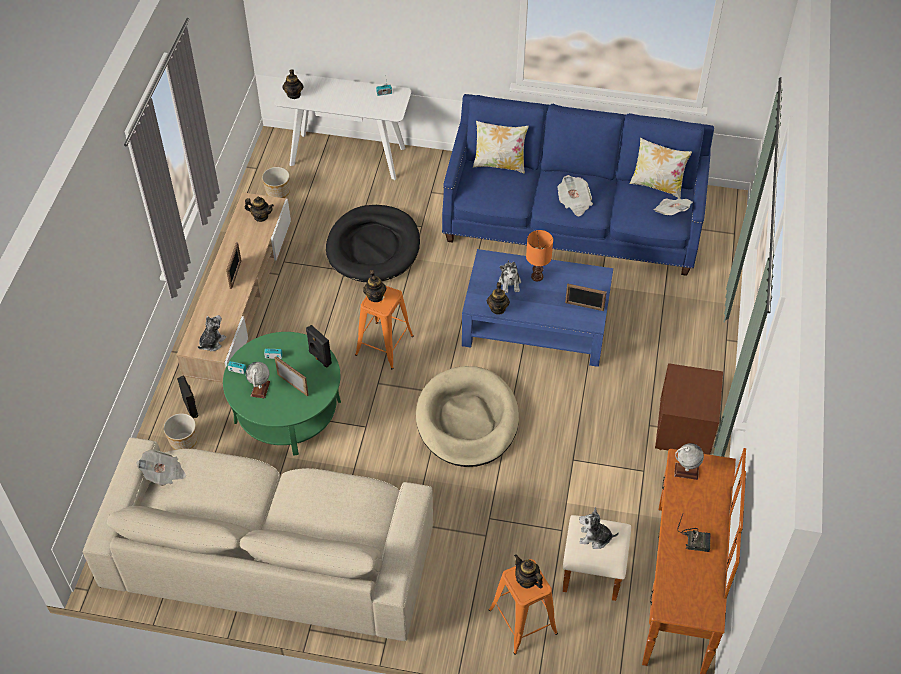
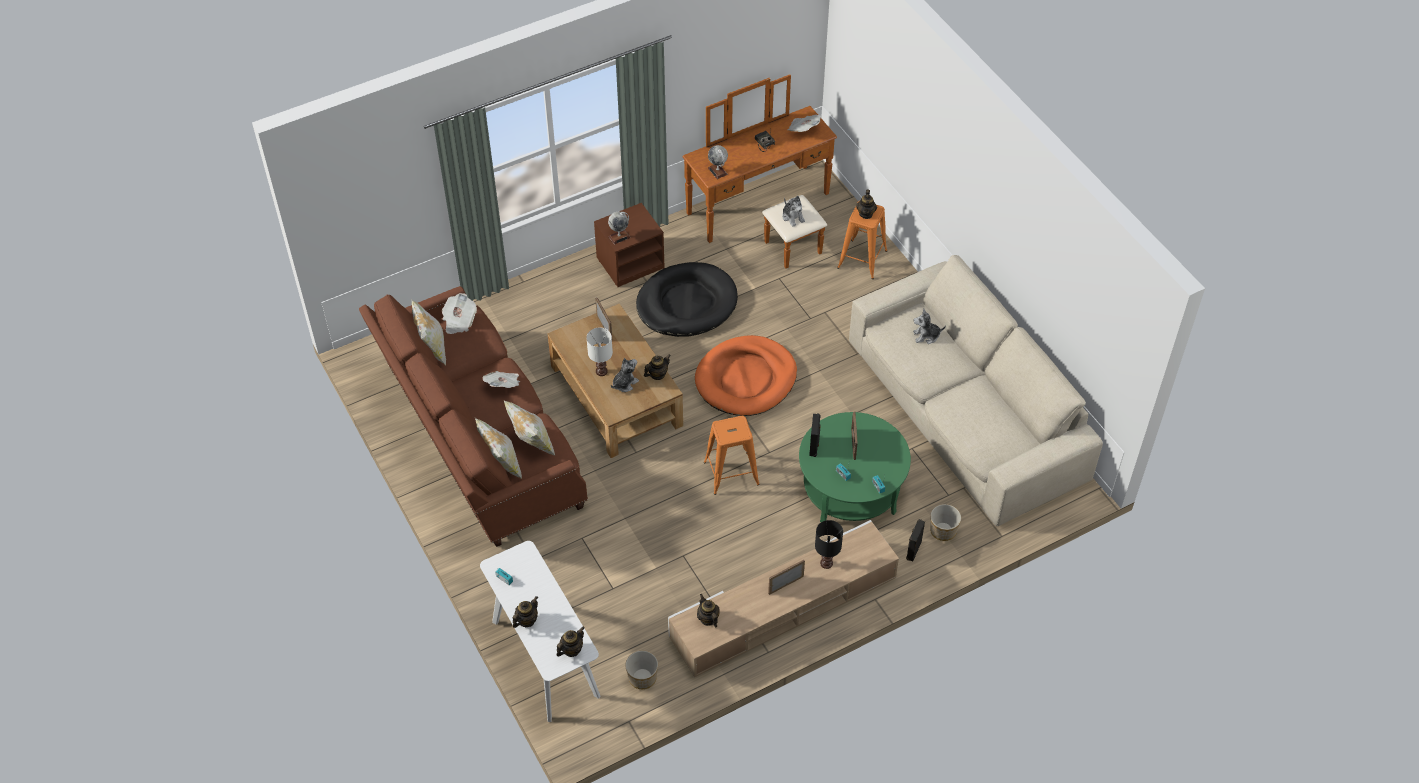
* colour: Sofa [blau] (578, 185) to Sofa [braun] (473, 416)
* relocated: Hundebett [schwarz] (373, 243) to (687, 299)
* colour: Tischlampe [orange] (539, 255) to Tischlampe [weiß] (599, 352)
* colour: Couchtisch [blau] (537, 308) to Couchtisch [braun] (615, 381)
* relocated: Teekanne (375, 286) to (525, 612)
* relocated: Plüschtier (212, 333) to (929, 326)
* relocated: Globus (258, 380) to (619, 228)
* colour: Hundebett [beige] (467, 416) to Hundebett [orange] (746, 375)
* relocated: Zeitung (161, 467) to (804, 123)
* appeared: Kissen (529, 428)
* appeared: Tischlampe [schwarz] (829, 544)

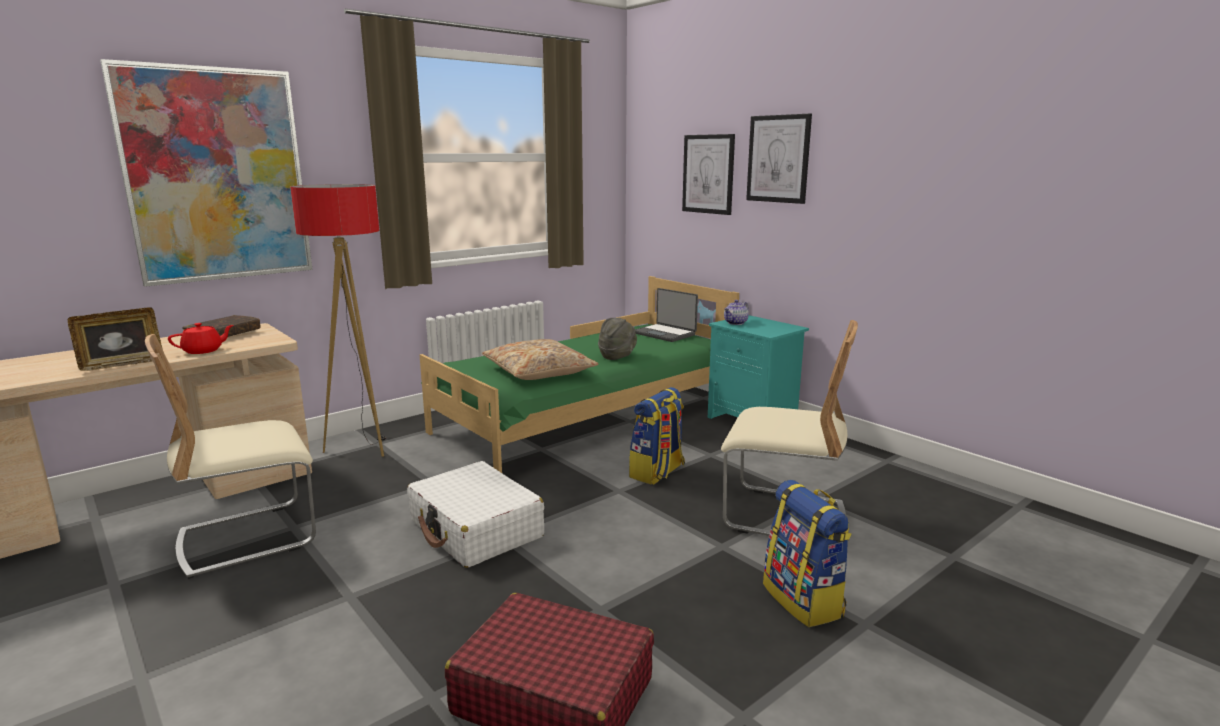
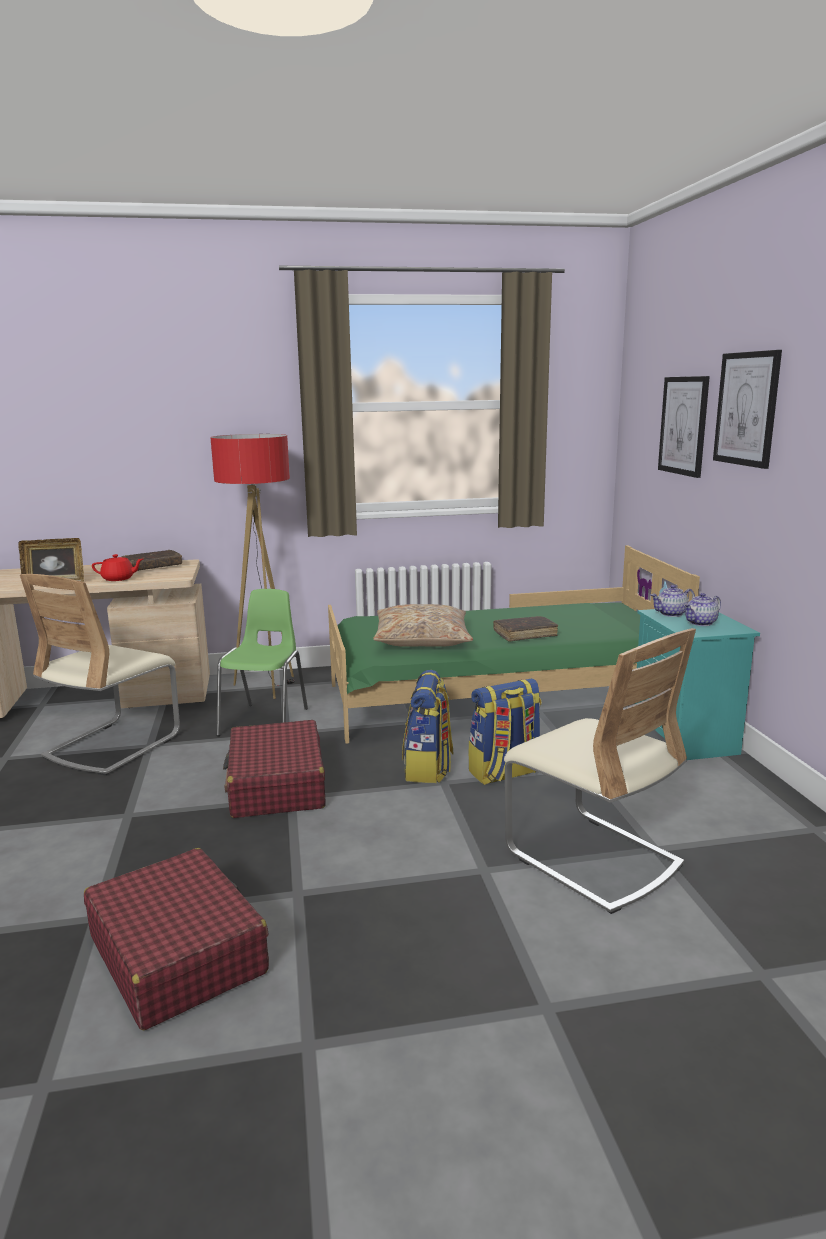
* missing: Bild (206, 173)
* missing: Laptop (666, 315)
* exchanged: Hut [grau] (617, 338) to Buch [braun] (525, 629)
* spun: Stuhl [beige] (230, 456) = (100, 675) 60 degrees counterclockwise
* colour: Koffer [weiß] (475, 514) to Koffer [rot] (274, 769)
* relocated: Rucksack (807, 553) to (427, 726)
* appeared: Stuhl [grün] (262, 662)
* appeared: Teekanne (702, 609)

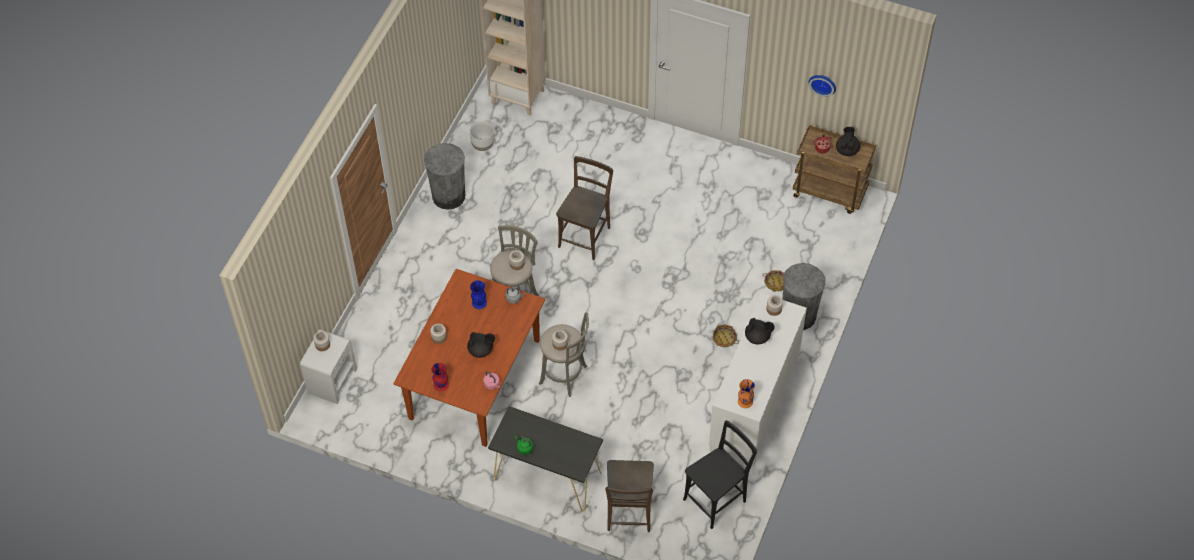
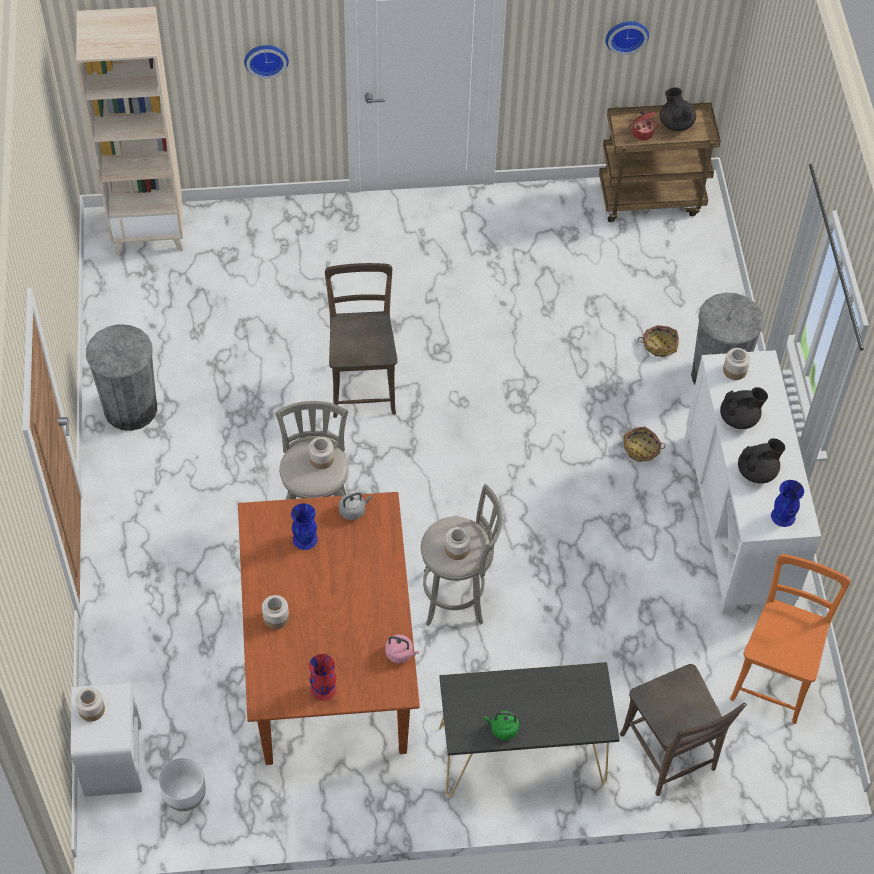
* relocated: Pflanzkübel [weiß] (482, 136) to (182, 785)
* relocated: Teekanne [schwarz] (481, 345) to (761, 461)
* colour: Vase [orange] (746, 393) to Vase [blau] (787, 503)
* colour: Stuhl [schwarz] (720, 474) to Stuhl [orange] (790, 639)
* appeared: Wanduhr (266, 62)

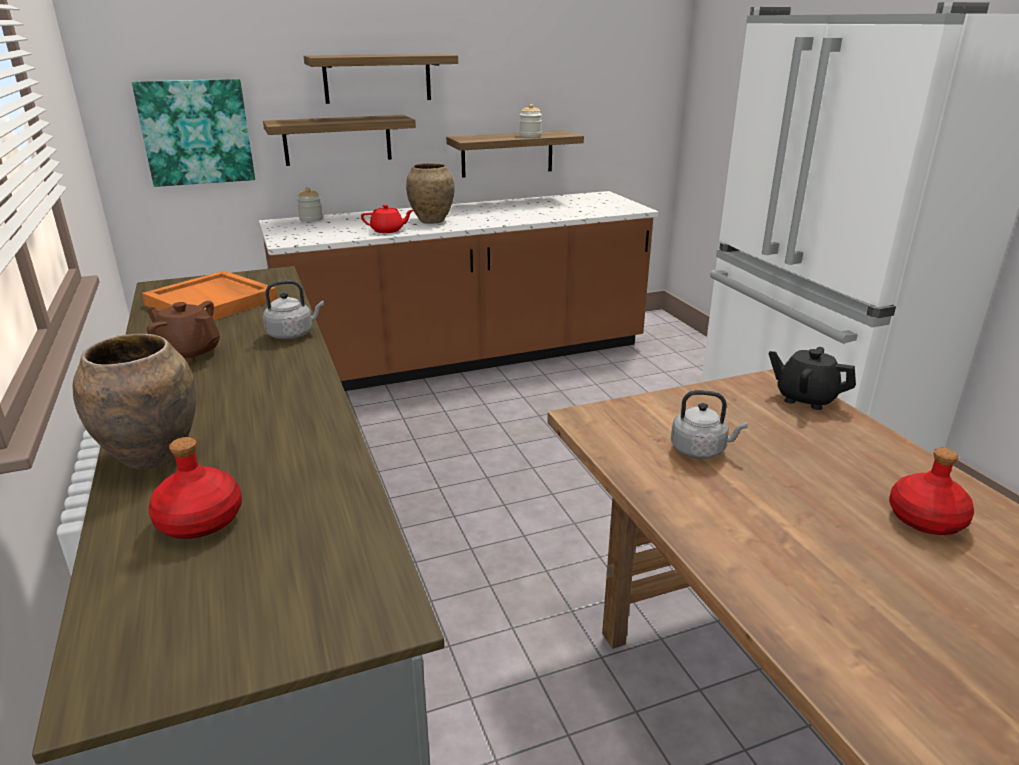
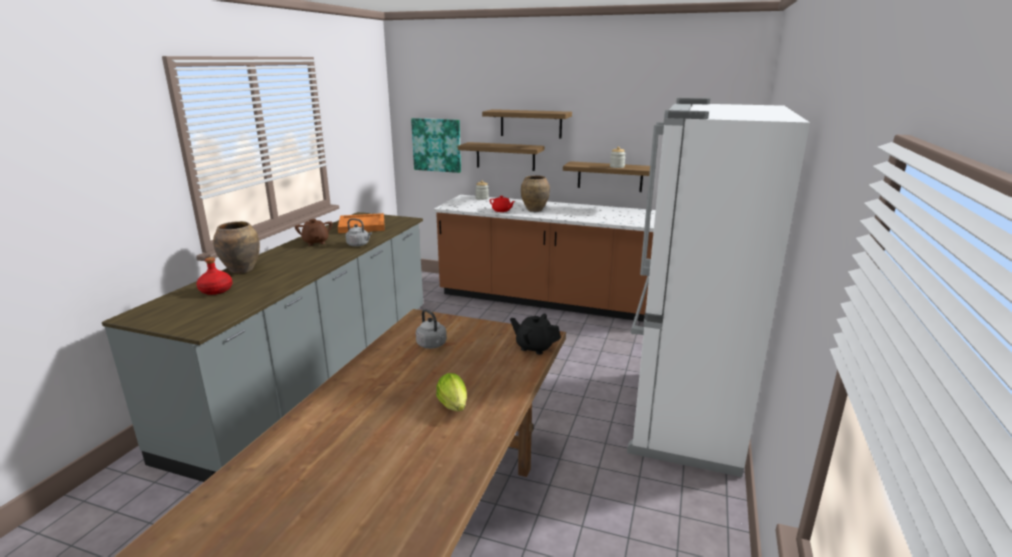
* spun: Teekanne [schwarz] (812, 378) = (535, 334) 45 degrees counterclockwise
* exchanged: Flasche [rot] (931, 491) to Salatkopf (451, 392)

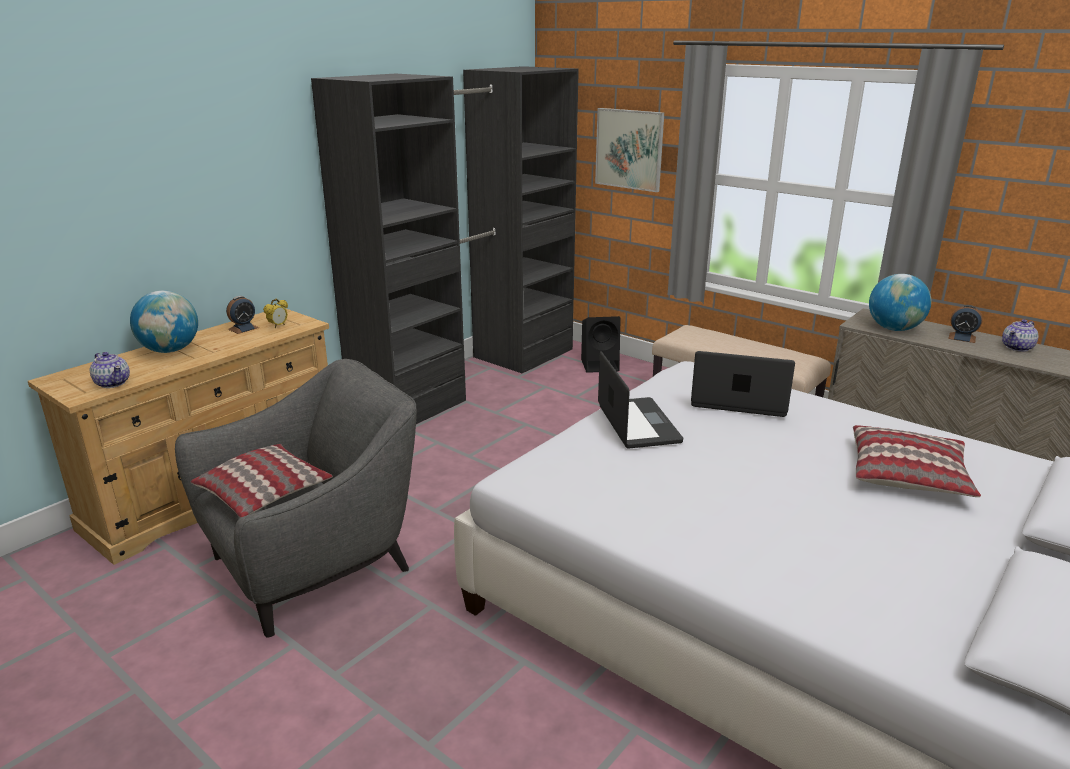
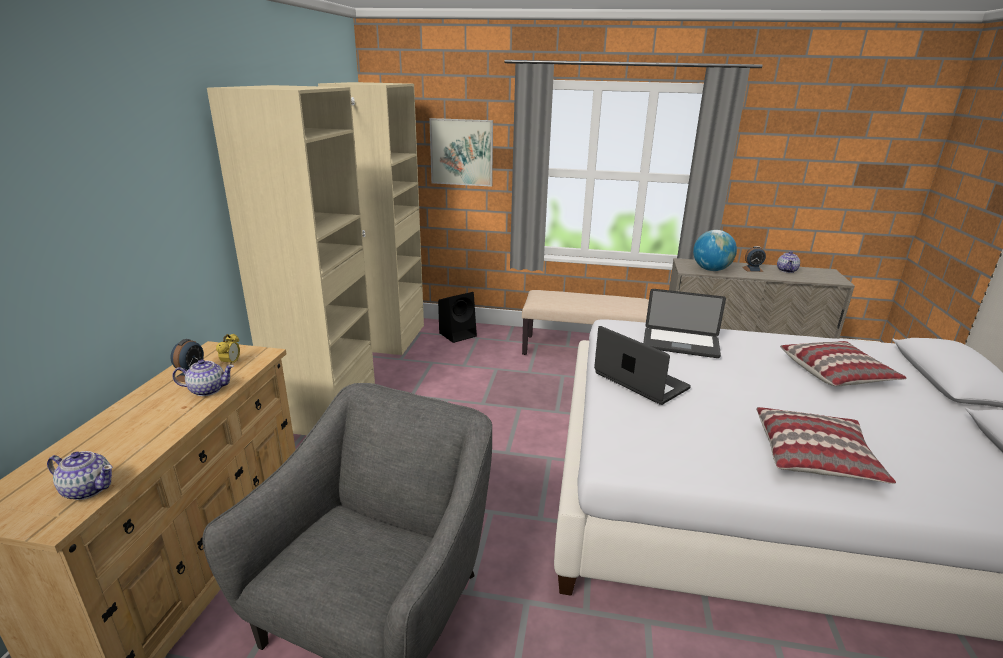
* colour: Kleiderschrank [schwarz] (445, 245) to Kleiderschrank [beige] (315, 258)
* missing: Globus (164, 322)
* spun: Laptop (743, 384) = (684, 323) 150 degrees counterclockwise
* relocated: Kissen (262, 481) to (826, 445)
* appeared: Teekanne (203, 377)

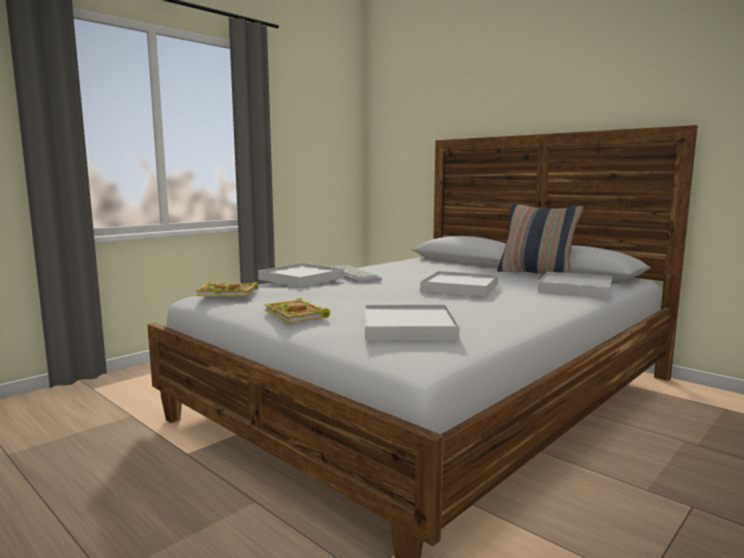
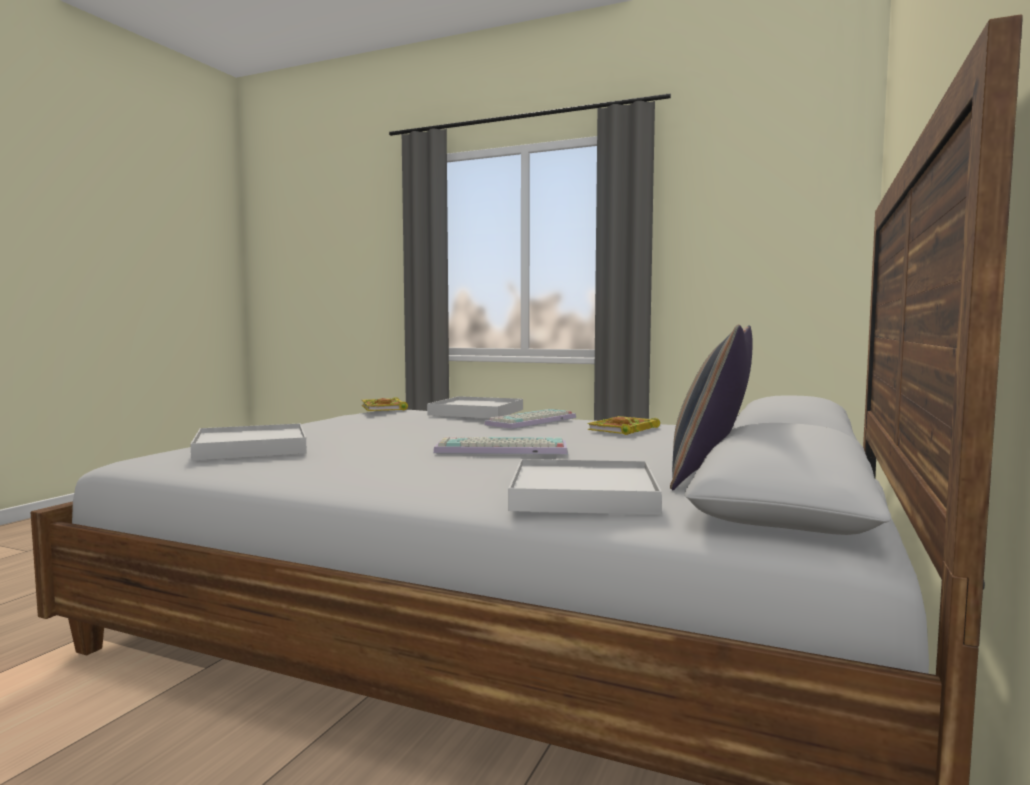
* exchanged: Tablett [weiß] (459, 284) to Tastatur (500, 445)
* relocated: Buch (297, 310) to (624, 425)

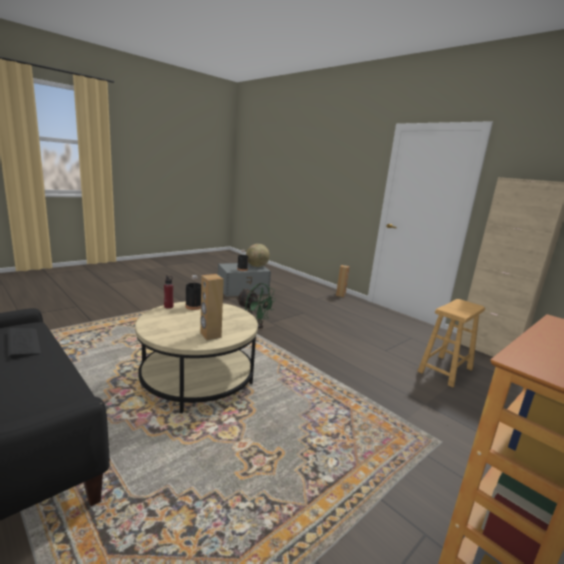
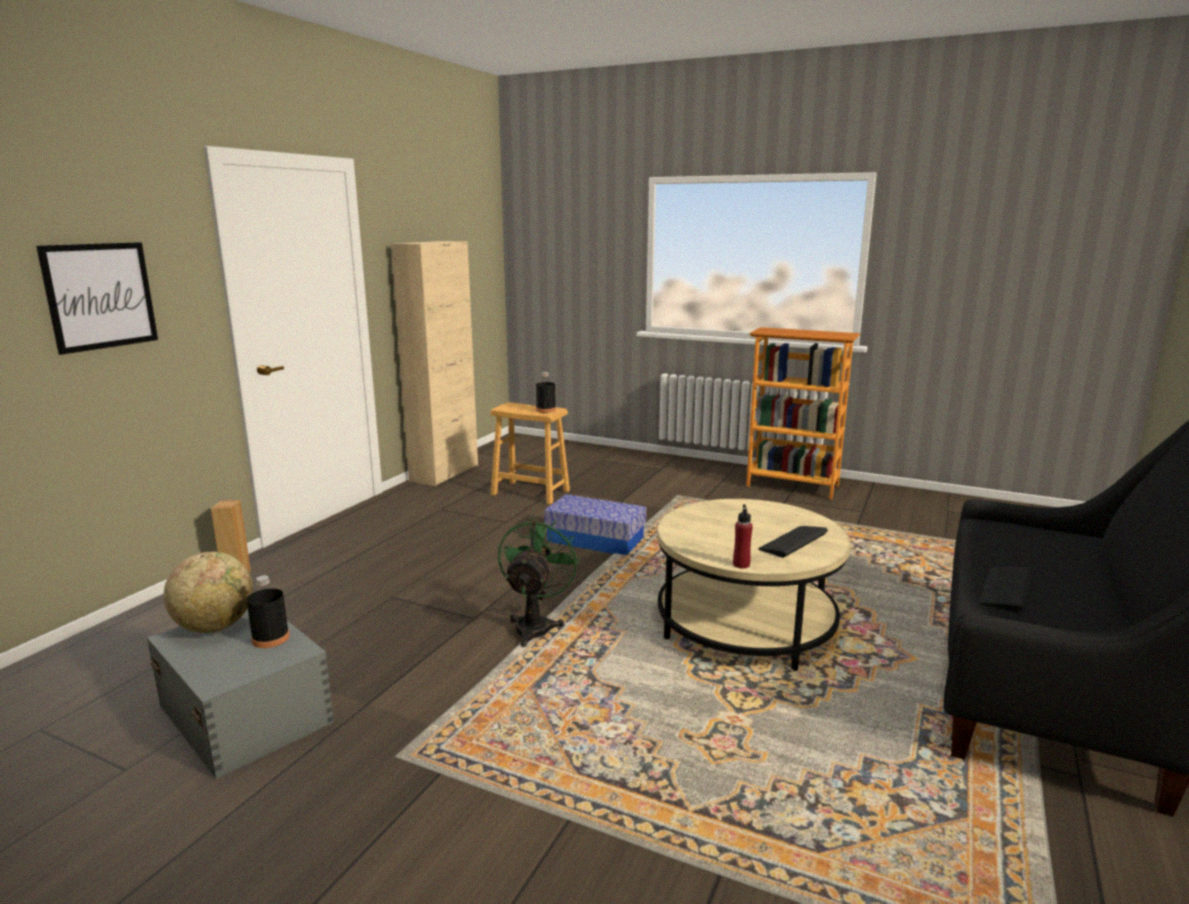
* missing: Lautsprecher [braun] (212, 307)
* relocated: Flasche [schwarz] (193, 292) to (546, 392)
* appeared: Bild (97, 298)
* appeared: Aufbewahrungsbox (595, 524)
* appeared: Tastatur (793, 542)

